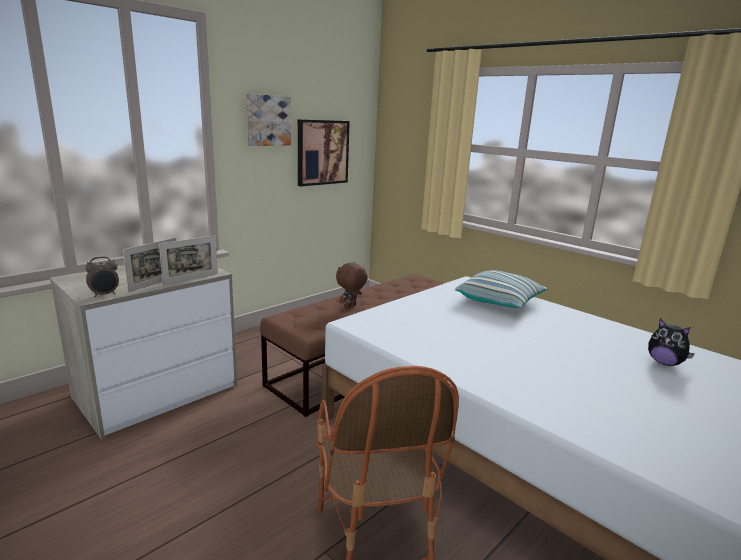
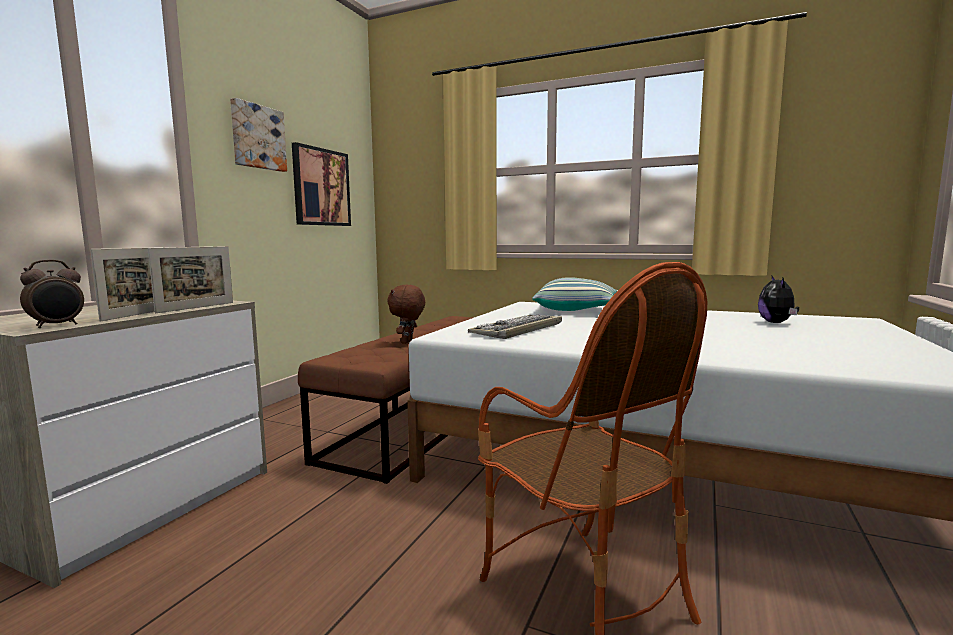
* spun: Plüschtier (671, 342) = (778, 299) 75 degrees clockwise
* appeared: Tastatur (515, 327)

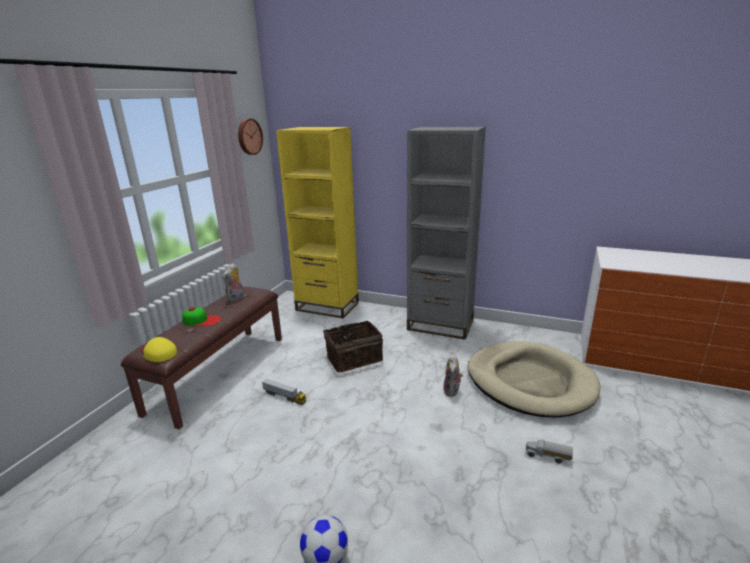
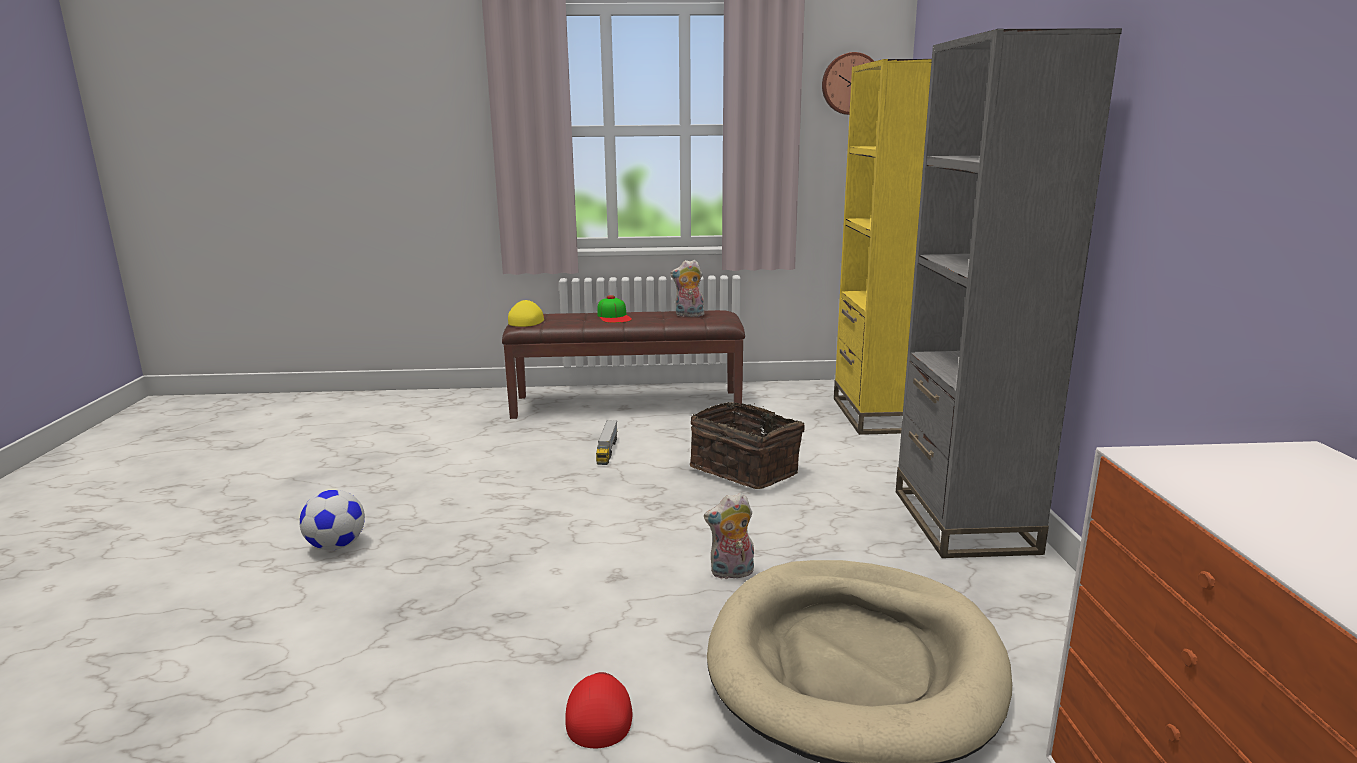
* exchanged: Spielzeuglaster (549, 452) to Kappe [rot] (598, 710)

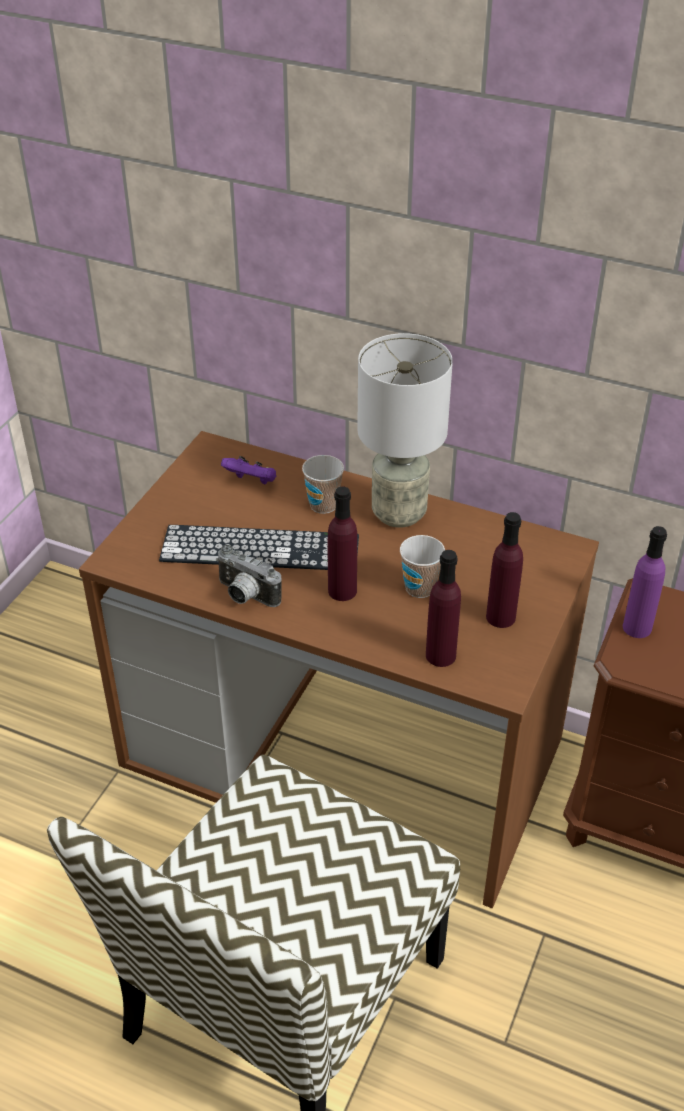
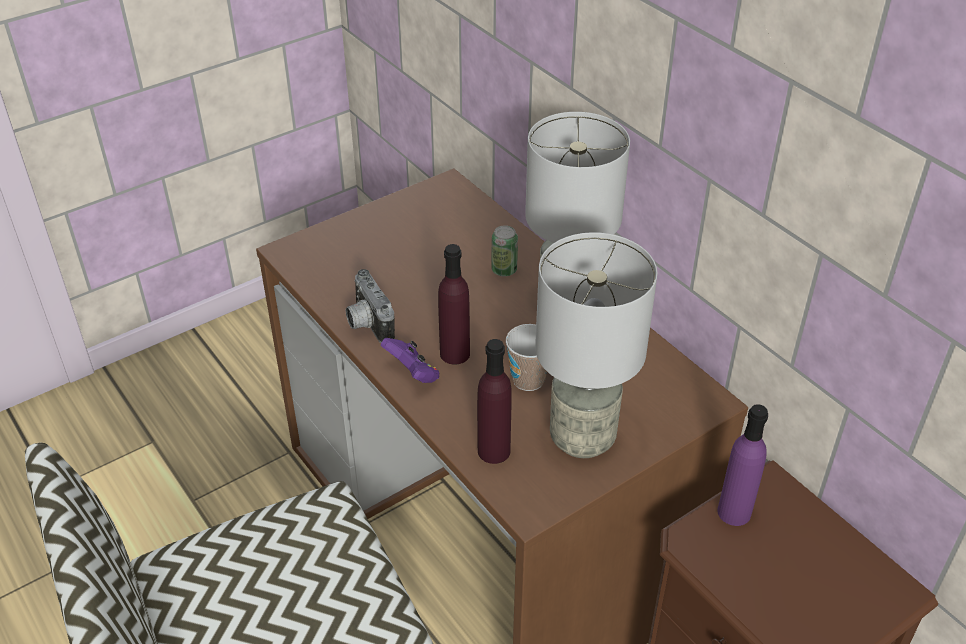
* exchanged: Tasse (323, 484) to Dose (504, 250)
* relocated: Gamepad [lila] (248, 470) to (410, 360)
* exchanged: Flasche [lila] (504, 570) to Tischlampe [grau] (596, 345)
* missing: Tastatur (259, 547)

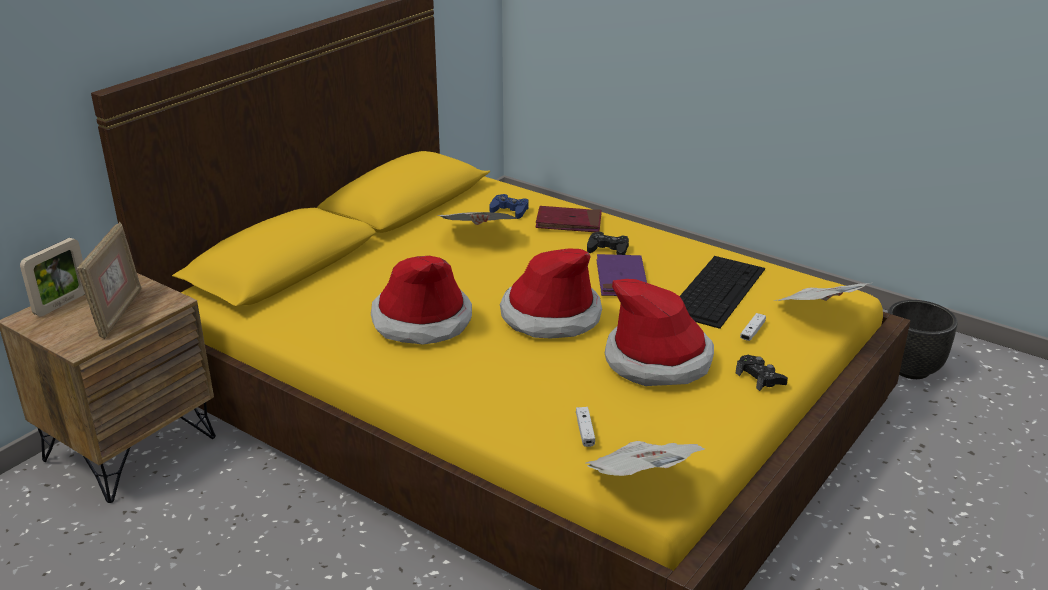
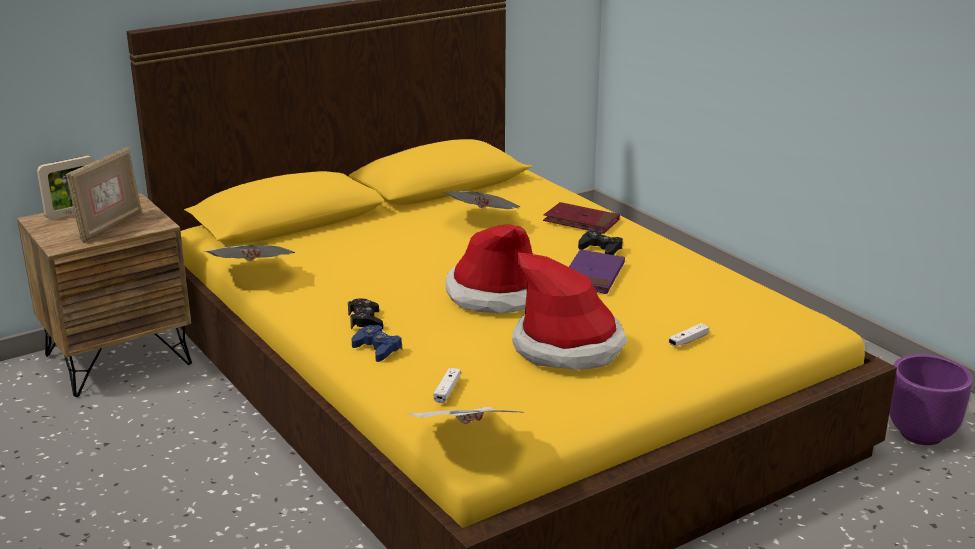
* relocated: Gamepad [blau] (509, 206) to (377, 343)
* missing: Hut (421, 300)
* missing: Tastatur (722, 292)
* relocated: Zeitung (821, 292) to (250, 253)
* colour: Pflanzkübel [schwarz] (923, 339) to Pflanzkübel [lila] (931, 399)
* relocated: Gamepad [schwarz] (762, 373) to (365, 314)

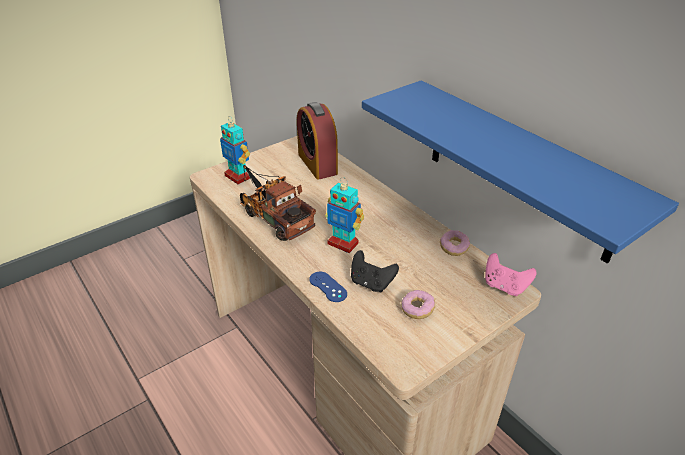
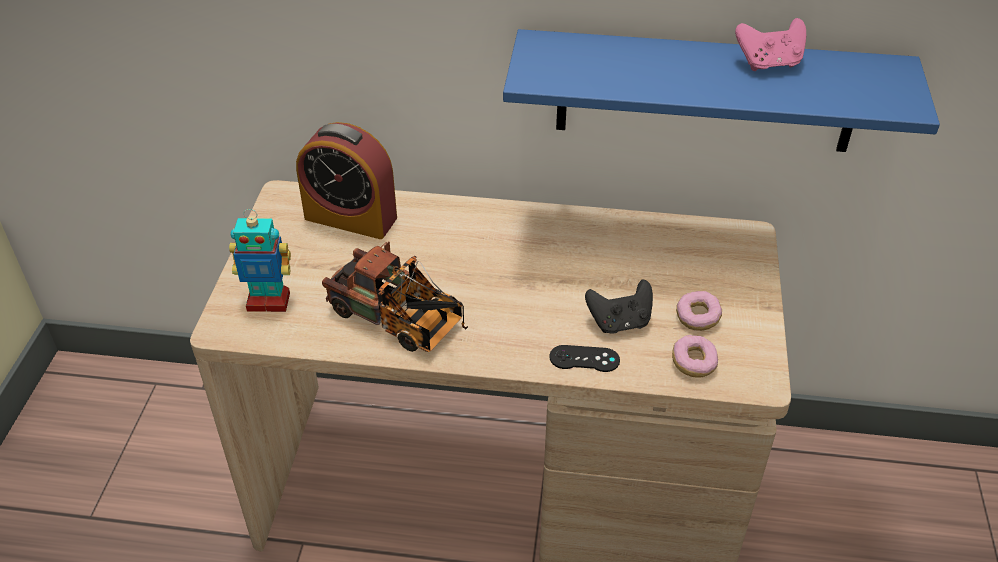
* spun: Spielzeuglaster (278, 203) = (395, 296) 150 degrees counterclockwise
* missing: Spielzeugroboter (344, 215)
* relocated: Donut (455, 243) to (695, 356)
* relocated: Gamepad [rosa] (511, 274) to (770, 44)
* colour: Gamepad [blau] (328, 287) to Gamepad [schwarz] (584, 358)

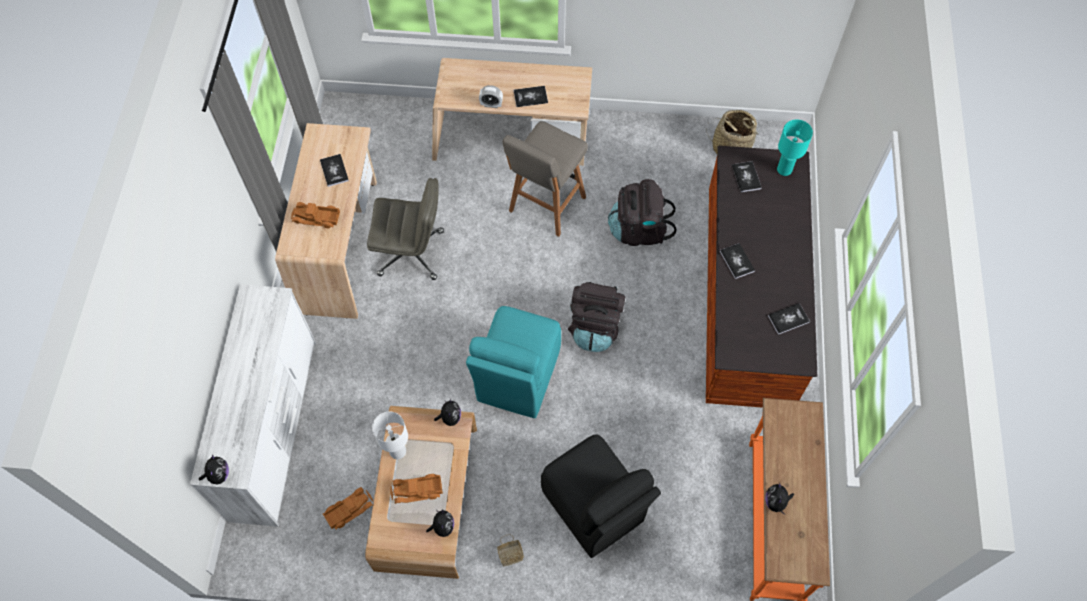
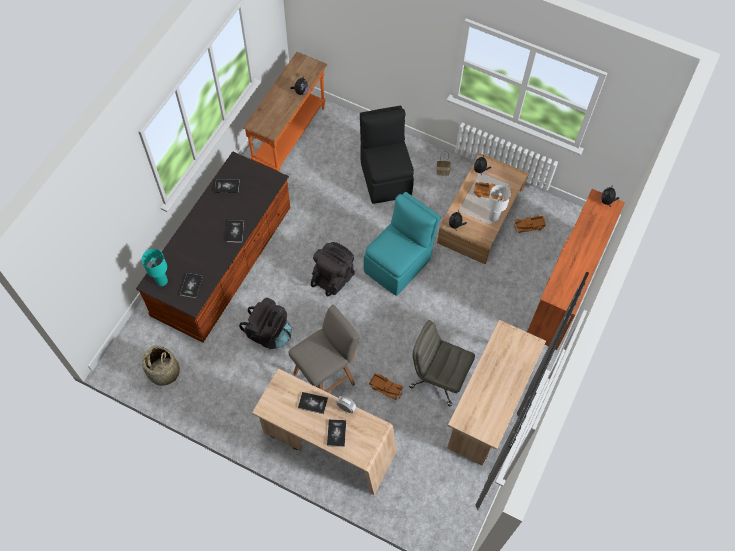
* relocated: Buch (334, 170) to (336, 433)
* relocated: Spielzeuglaster (315, 215) to (386, 387)
* colour: Kommode [weiß] (253, 405) to Kommode [orange] (576, 269)

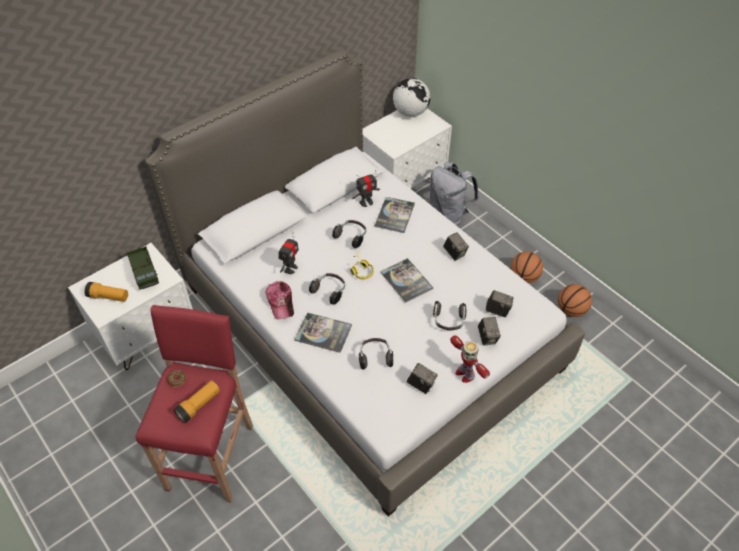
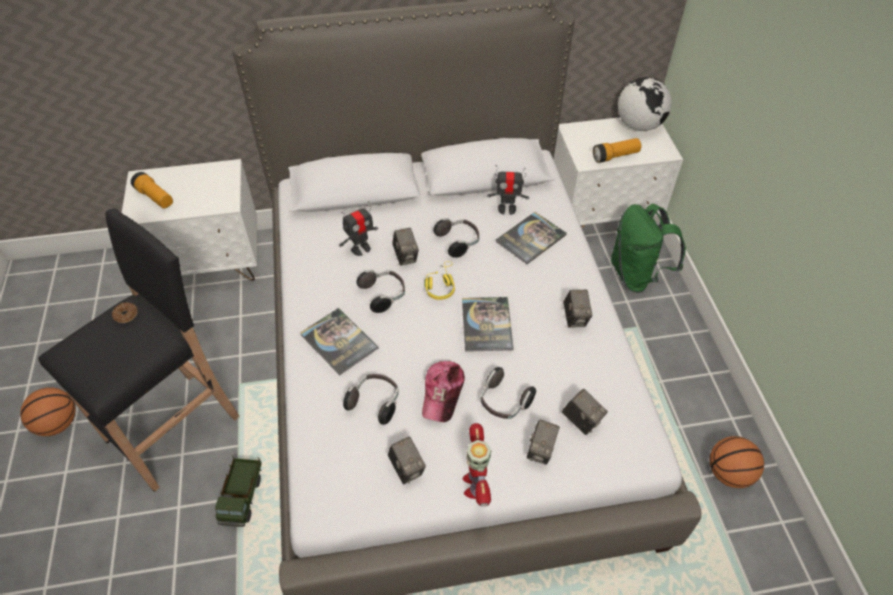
* colour: Rucksack [grau] (454, 193) to Rucksack [grün] (648, 248)
* relocated: Spielzeuglaster (142, 267) to (238, 491)
* relocated: Basketball (527, 267) to (48, 411)
* relocated: Kappe (280, 300) to (443, 391)
* colour: Hocker [rot] (194, 403) to Hocker [schwarz] (138, 350)
* relocated: Taschenlampe (197, 401) to (617, 150)
* appeared: Kamera (405, 247)

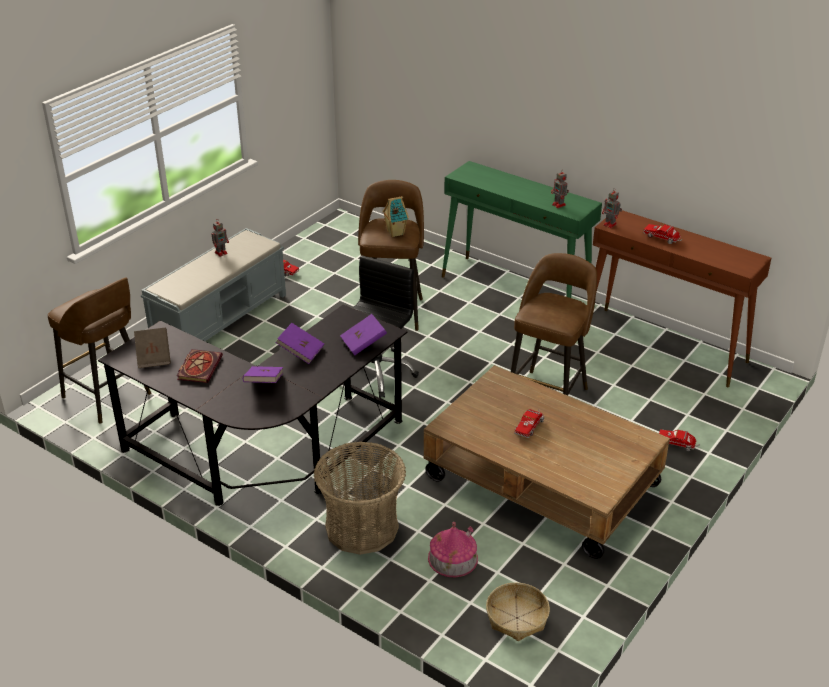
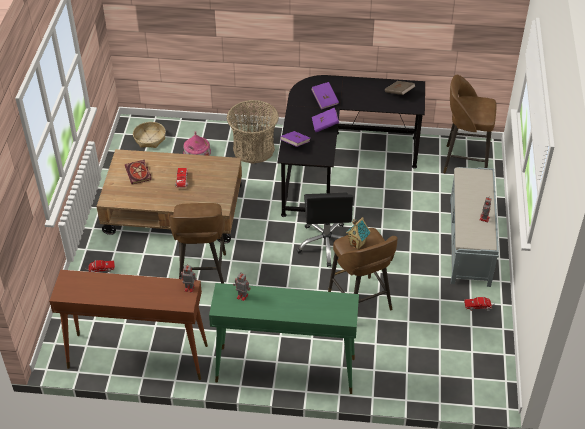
* missing: Spielzeuglaster (662, 234)
* relocated: Buch (200, 366) to (138, 172)

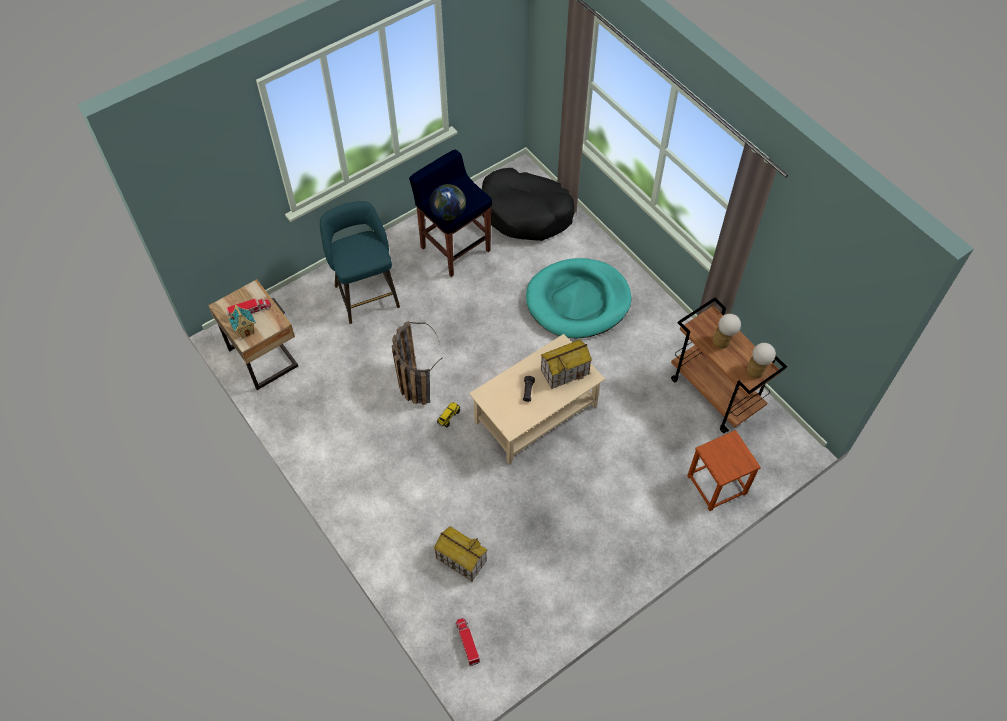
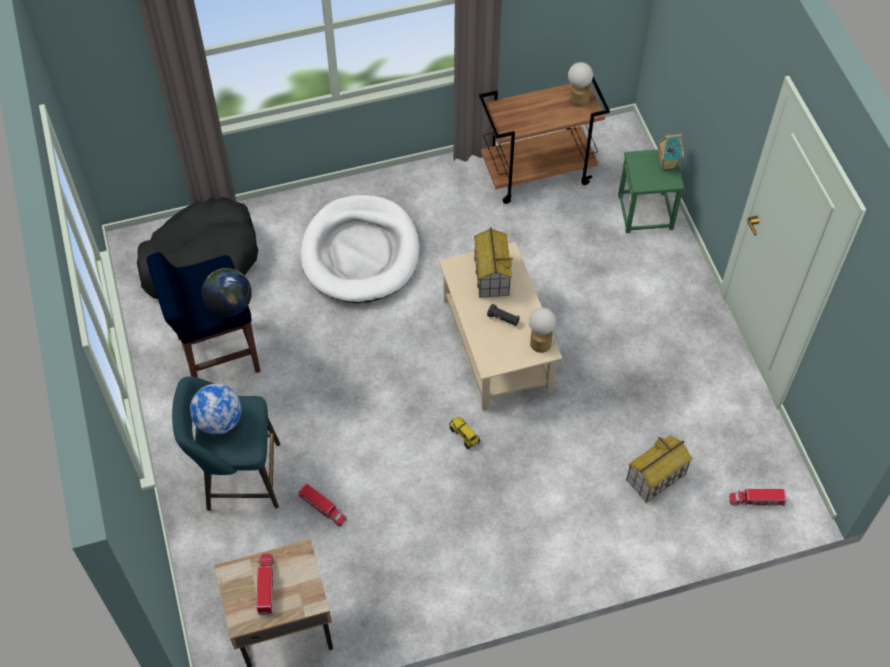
* colour: Hundebett [türkis] (578, 298) to Hundebett [weiß] (360, 249)
* relocated: Spielzeughaus (242, 321) to (670, 152)
* relocated: Tischlampe (727, 331) to (542, 330)
* missing: Korb (417, 363)
* colour: Hocker [braun] (724, 470) to Hocker [grün] (651, 191)
* appeared: Globus (216, 409)
* appeared: Spielzeuglaster (322, 505)

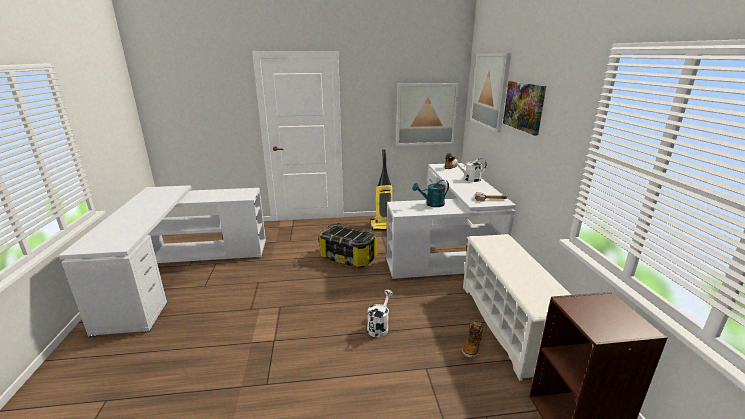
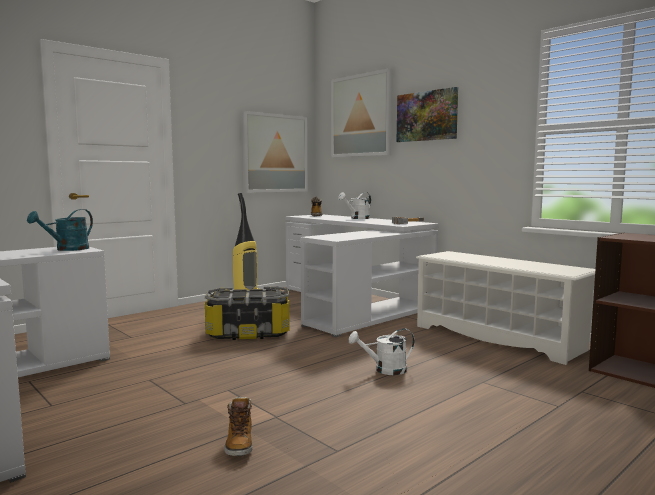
* relocated: Gießkanne [türkis] (430, 193) to (60, 230)
* spun: Gießkanne [weiß] (380, 313) = (382, 351) 90 degrees counterclockwise
* relocated: Stiefel (473, 339) to (238, 426)

